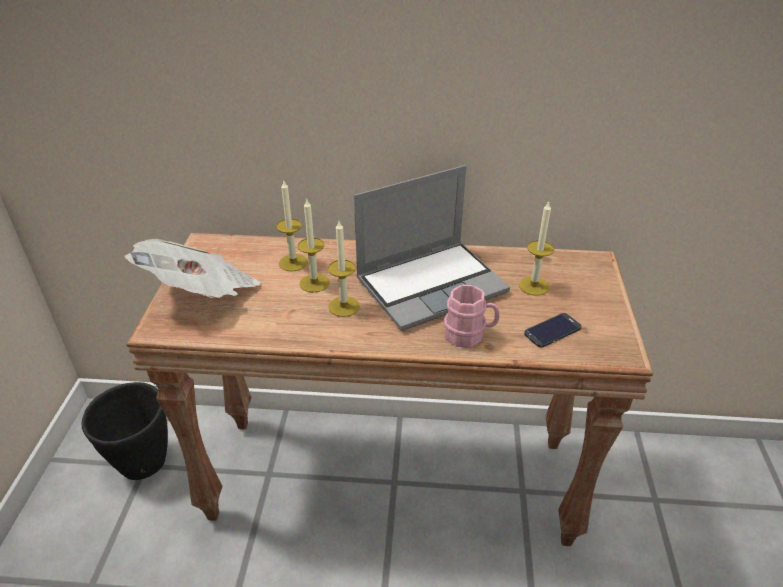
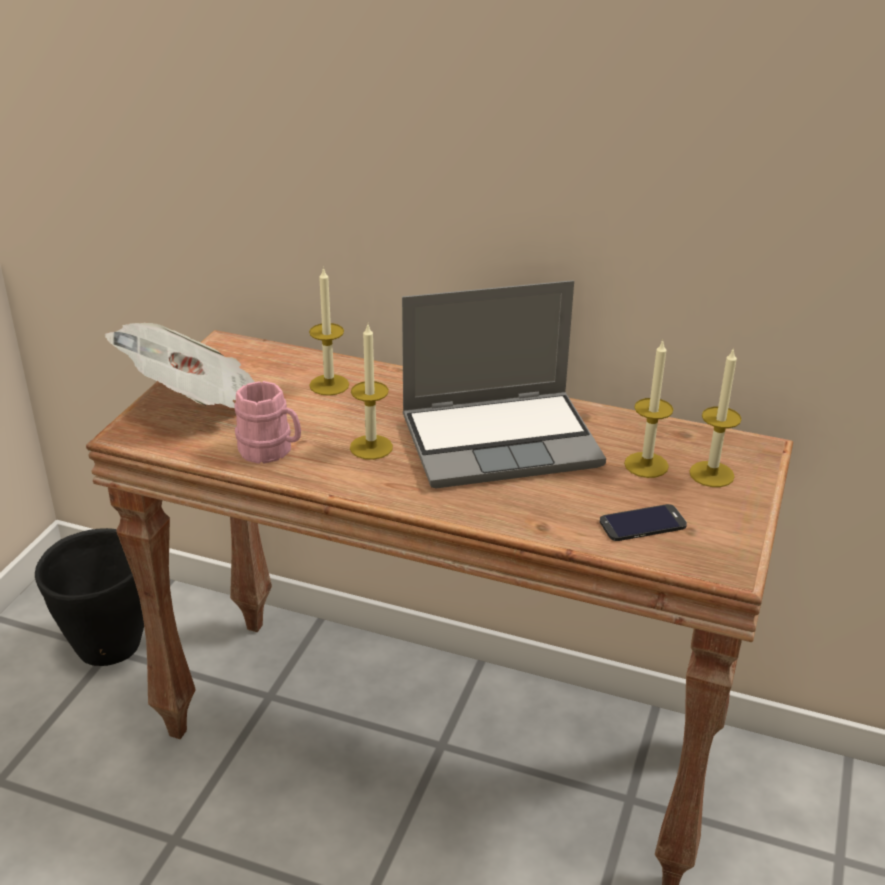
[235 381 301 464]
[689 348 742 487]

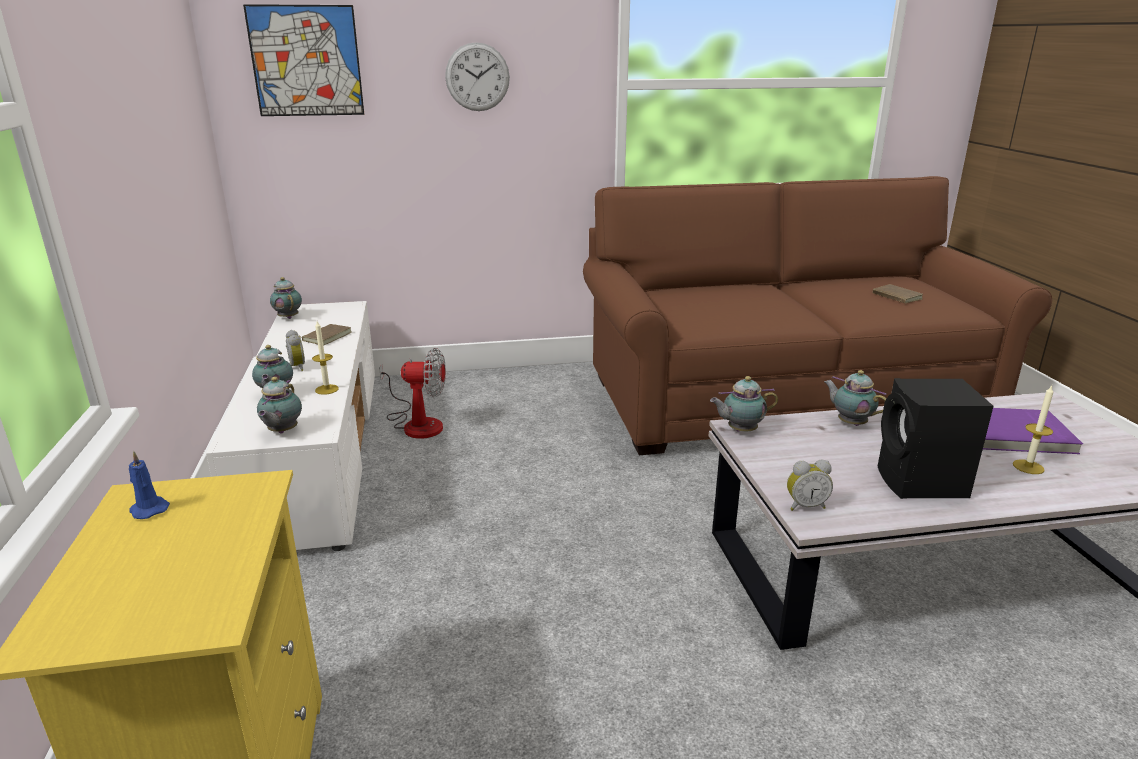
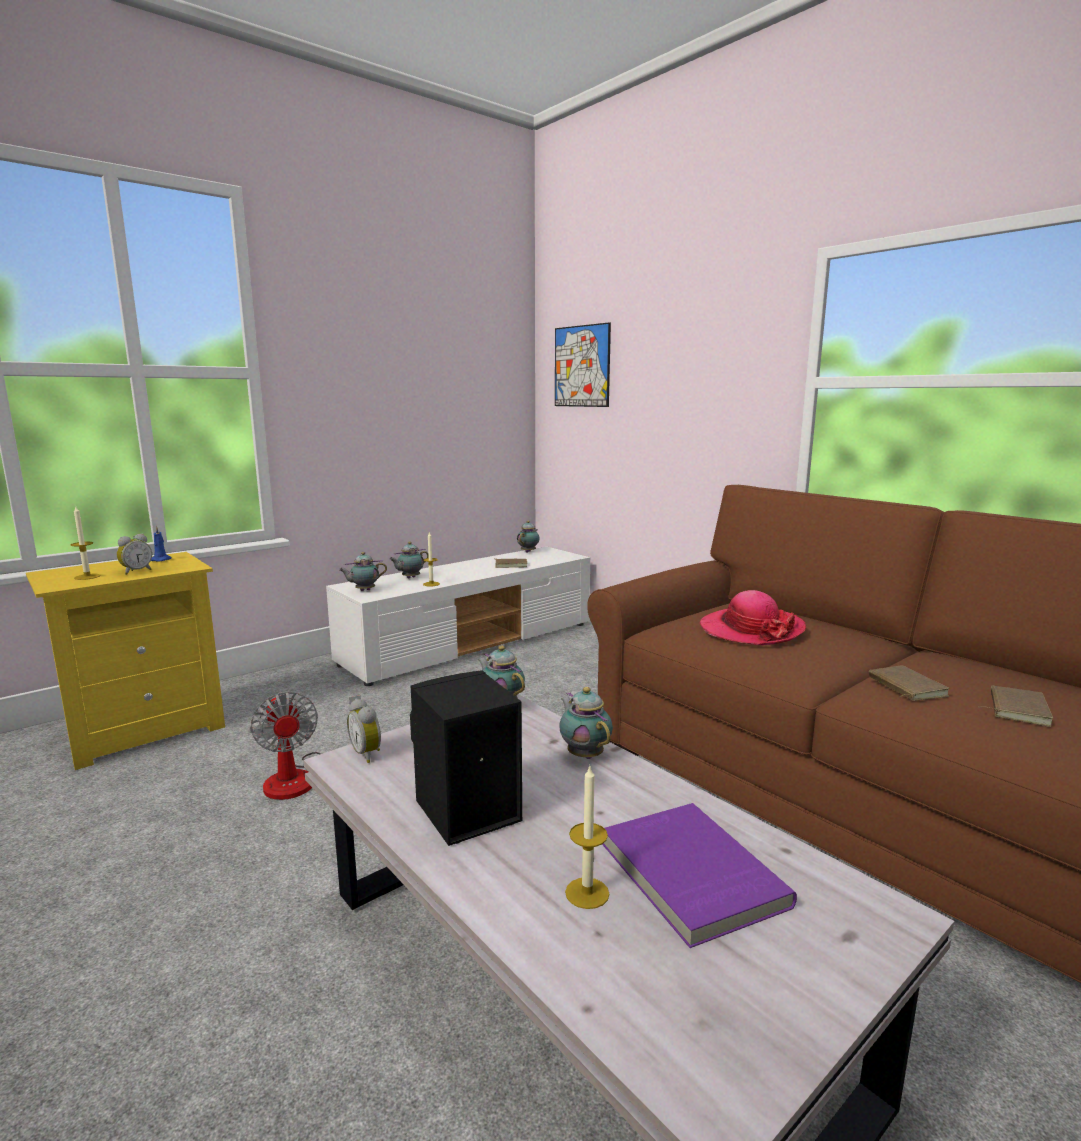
[71 505 101 580]
[117 534 152 575]
[250 692 361 800]
[559 687 613 759]
[700 590 806 645]
[869 665 949 701]
[445 42 510 111] (first image)

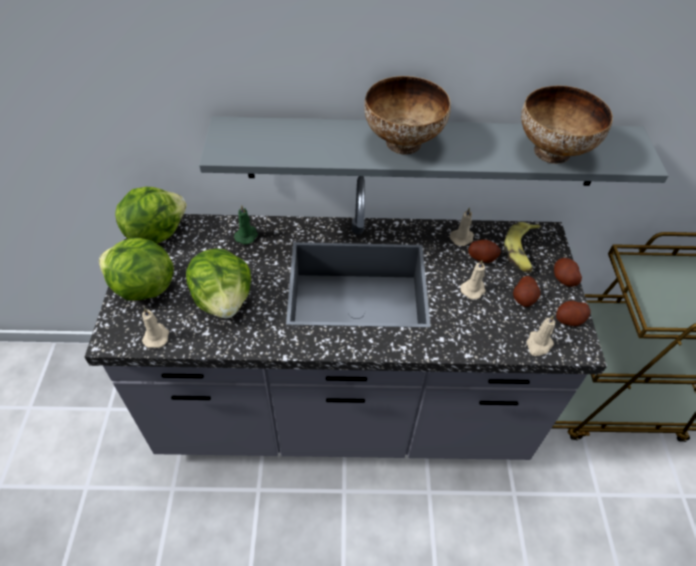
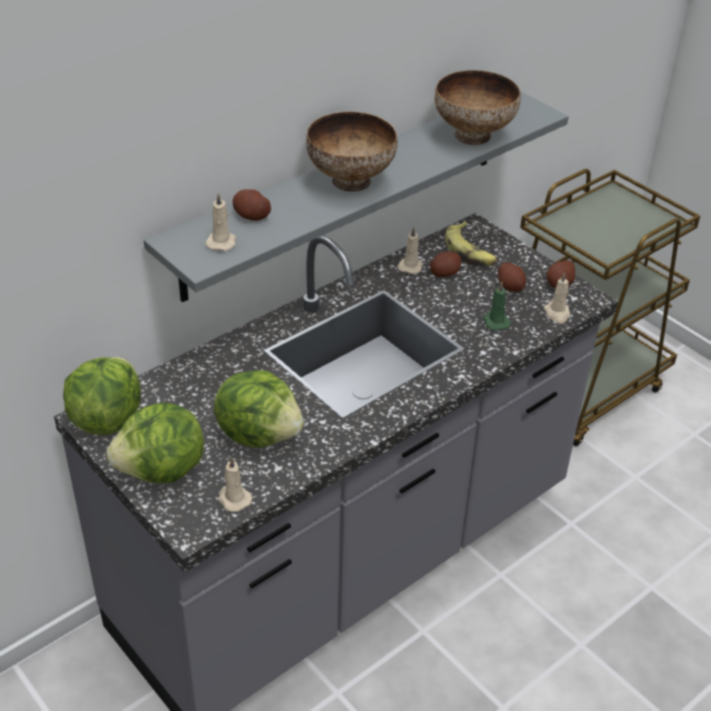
[205 192 236 251]
[232 189 271 221]
[483 282 511 331]

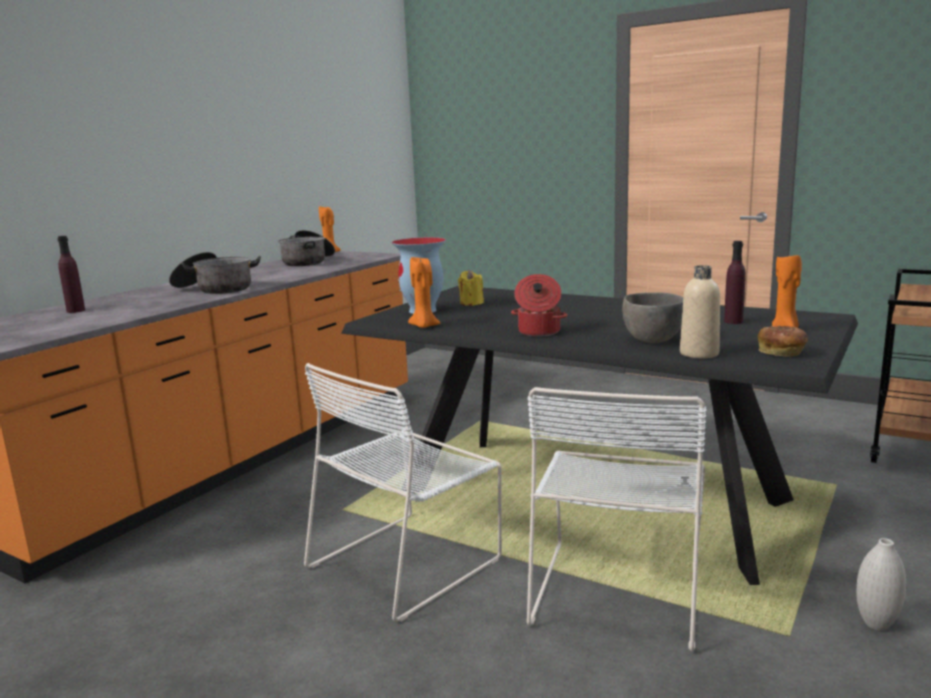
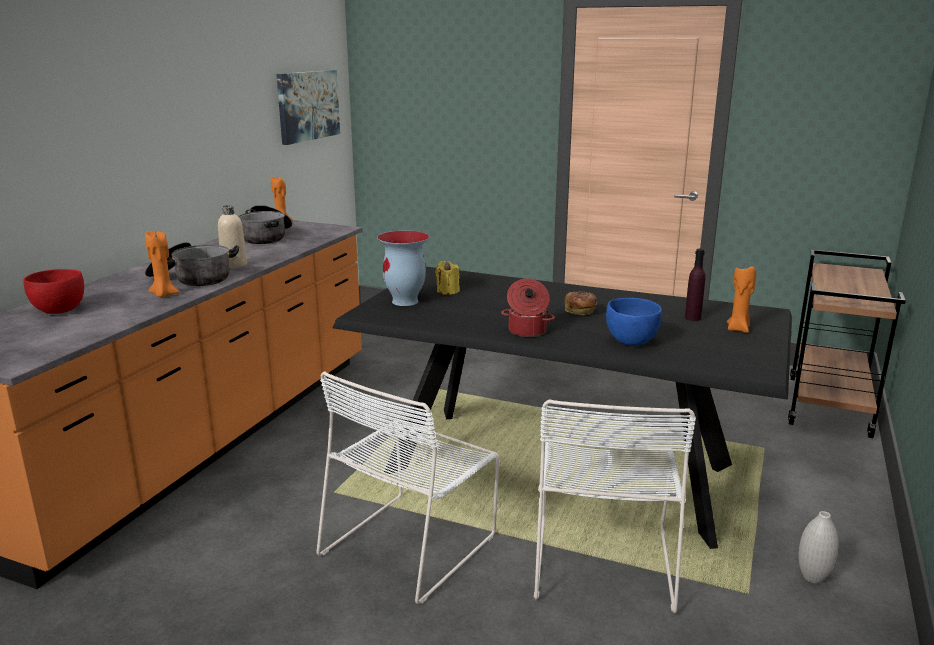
[23 269 84 314]
[145 231 179 297]
[218 205 247 268]
[276 70 340 145]
[565 291 598 315]
[606 298 662 346]

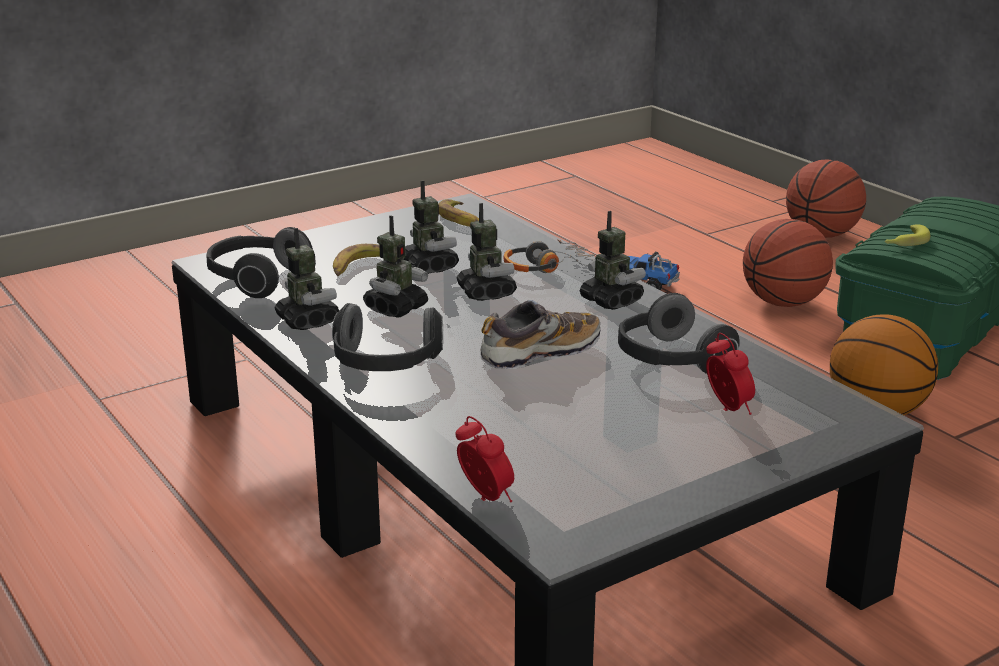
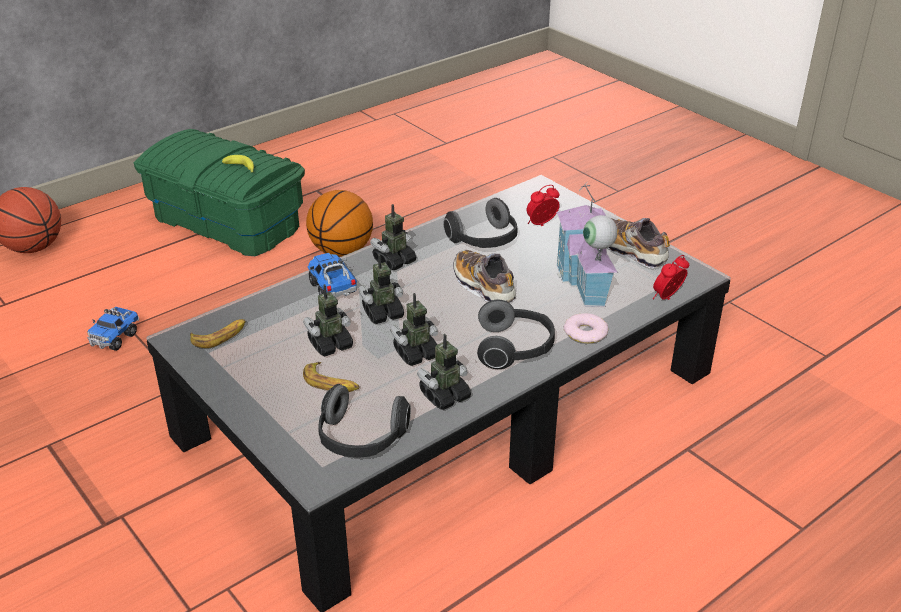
[307 253 357 296]
[390 293 438 366]
[556 182 618 307]
[564 313 609 343]
[607 218 670 268]
[743 219 833 307] (first image)

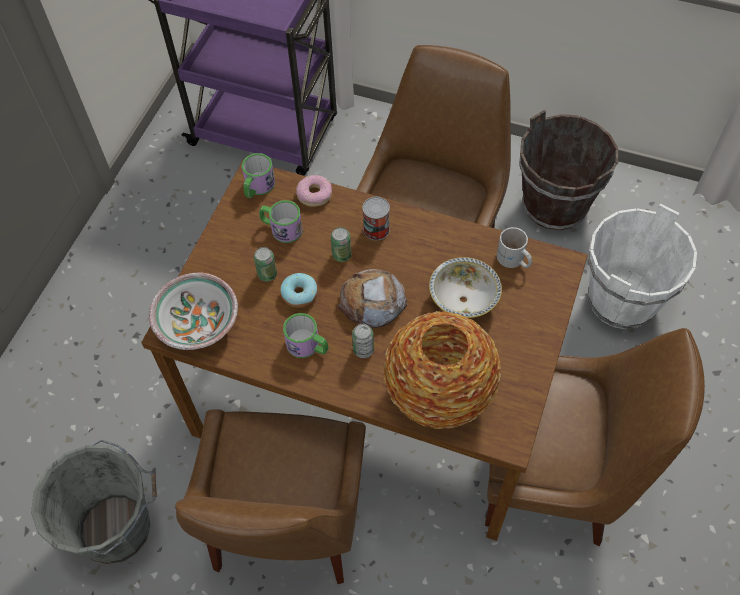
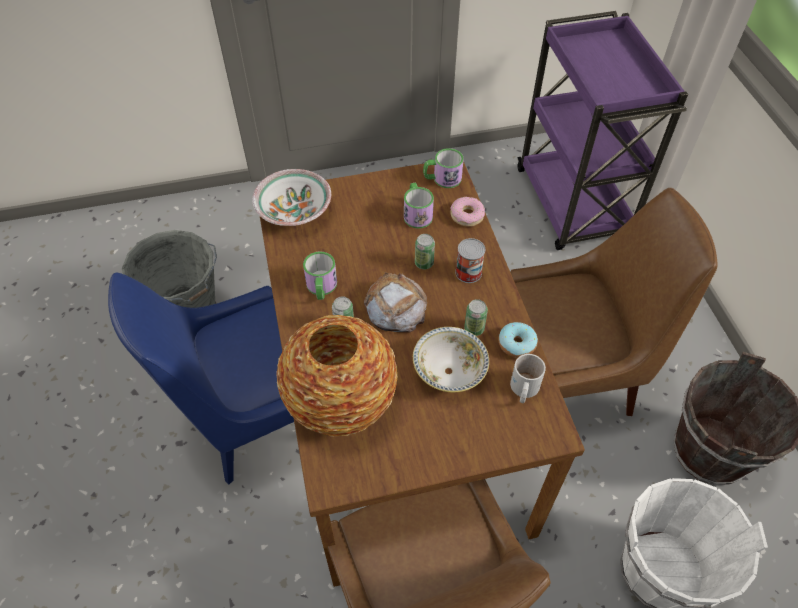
[108 273 294 484]
[464 299 488 336]
[498 322 538 358]

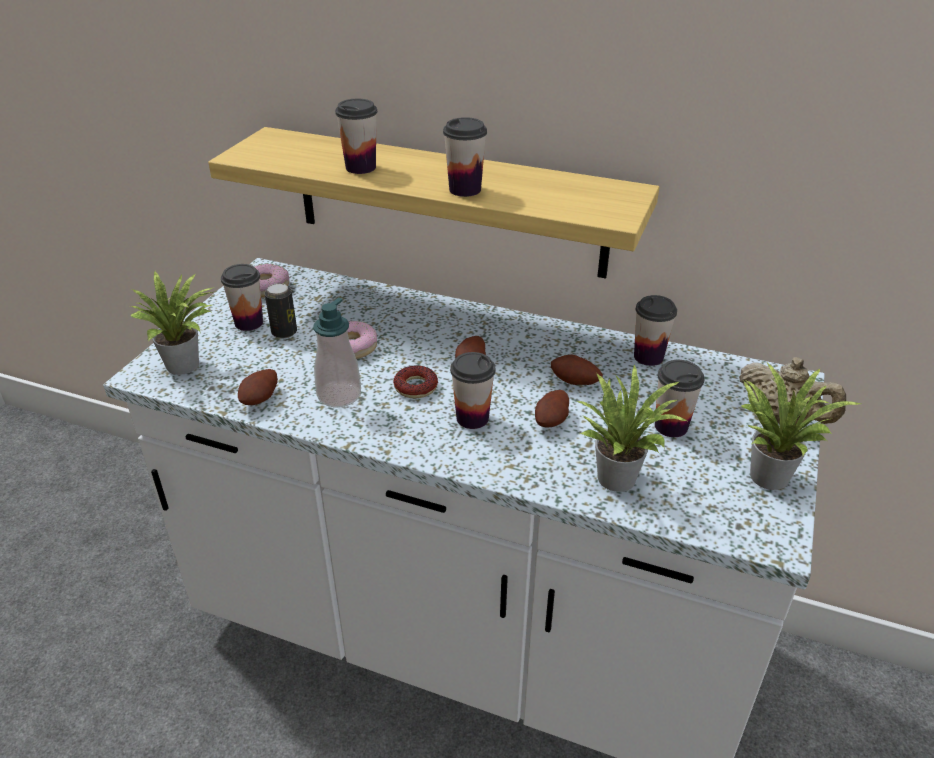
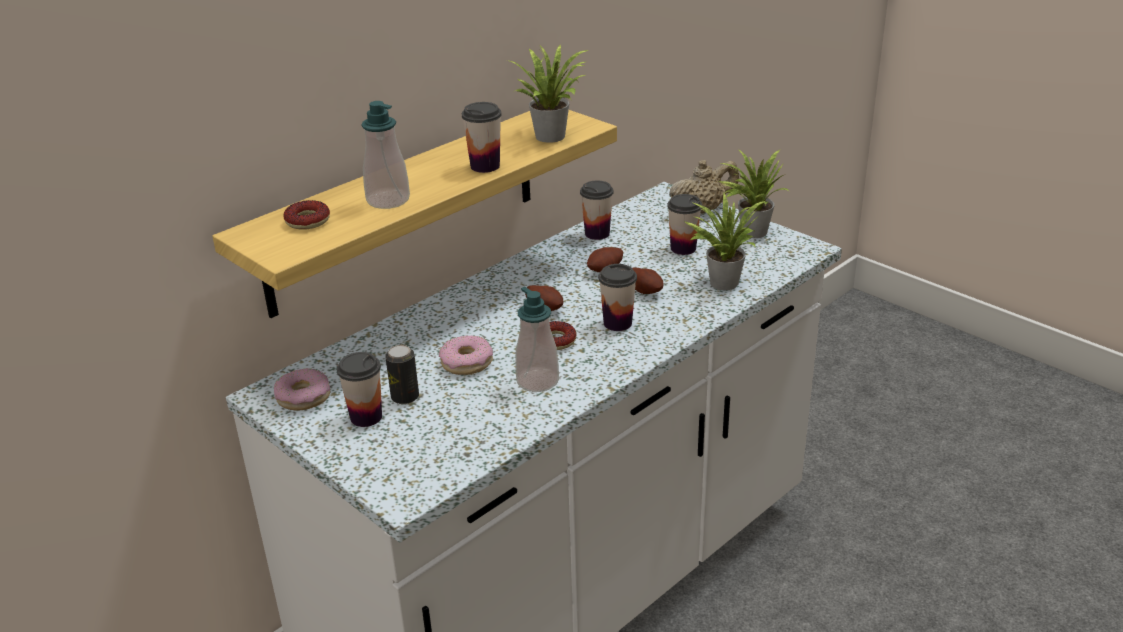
[283 200 330 230]
[361 101 410 209]
[510 45 588 143]
[238 369 278 405] (first image)

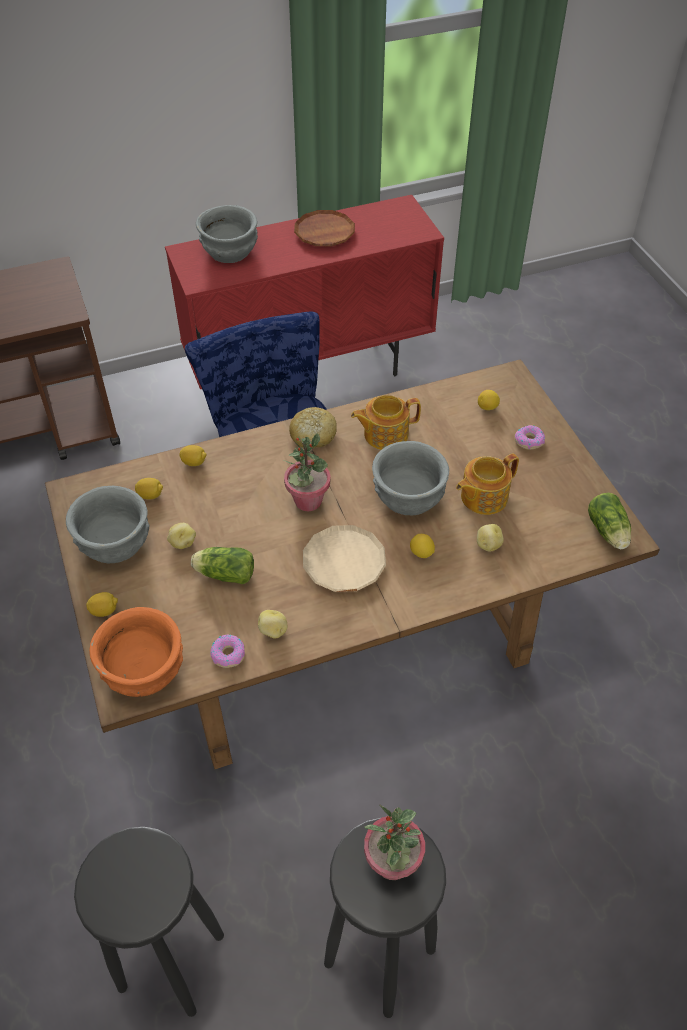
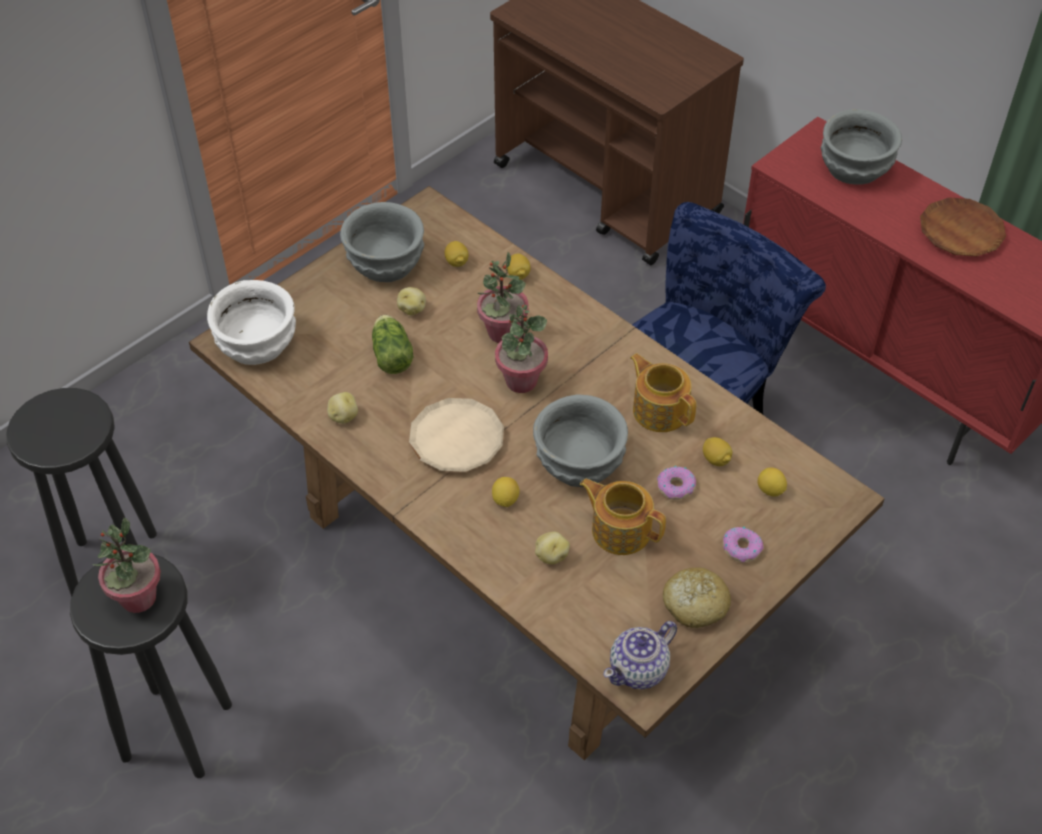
[207 280 296 365]
[477 252 529 343]
[603 621 677 689]
[657 466 696 500]
[663 568 731 628]
[703 437 732 466]

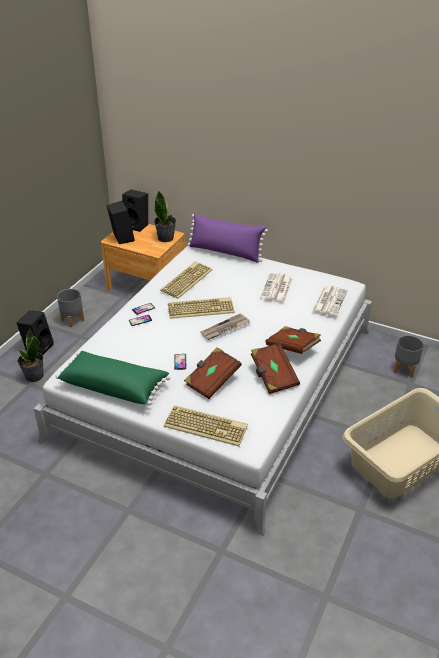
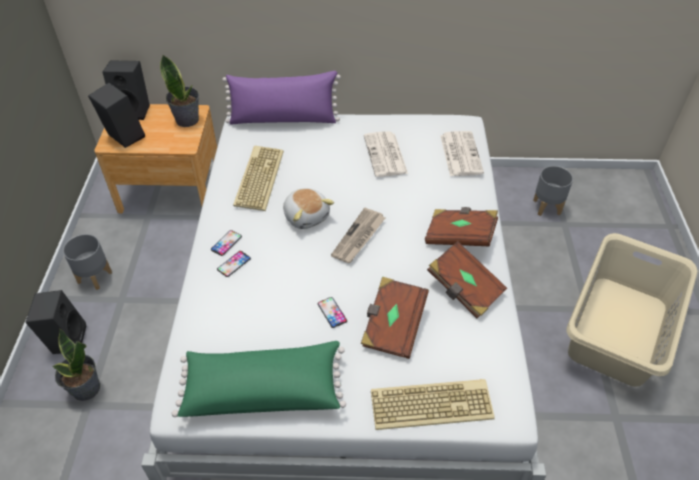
[283 188 334 229]

